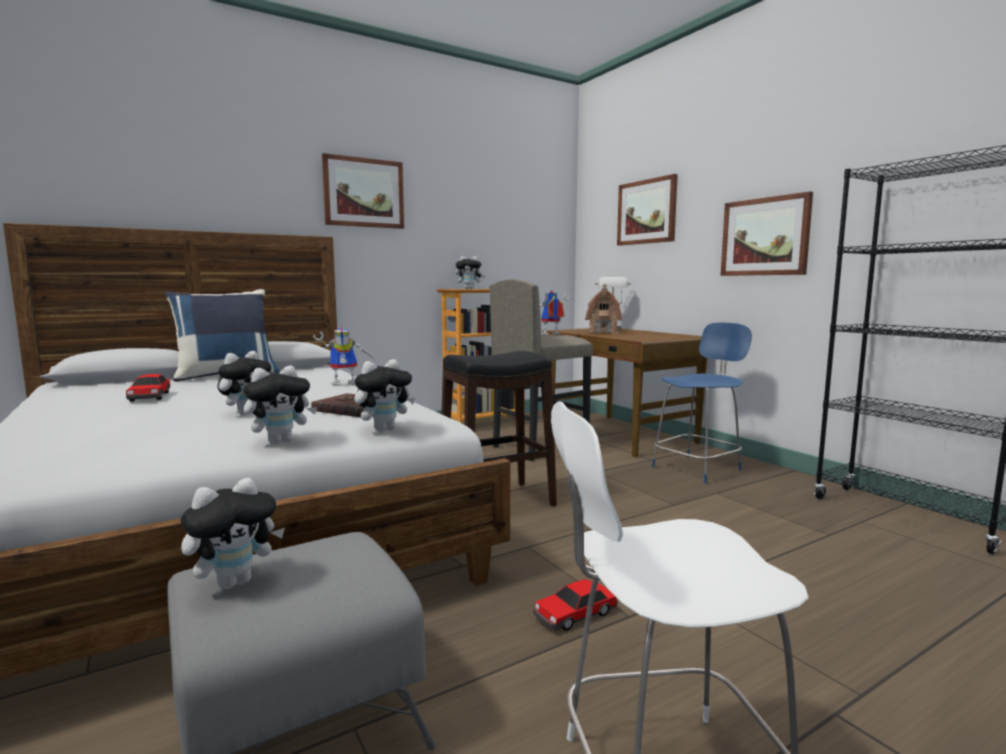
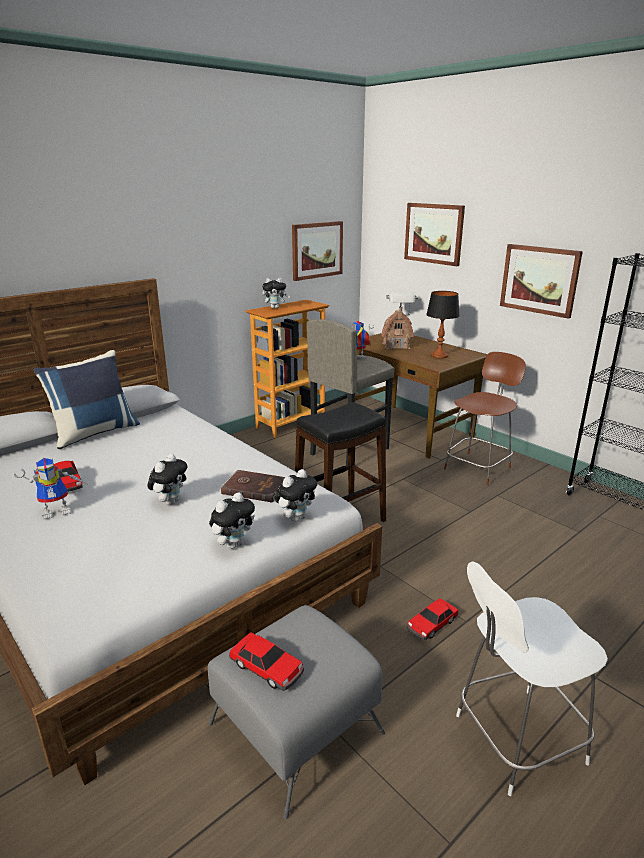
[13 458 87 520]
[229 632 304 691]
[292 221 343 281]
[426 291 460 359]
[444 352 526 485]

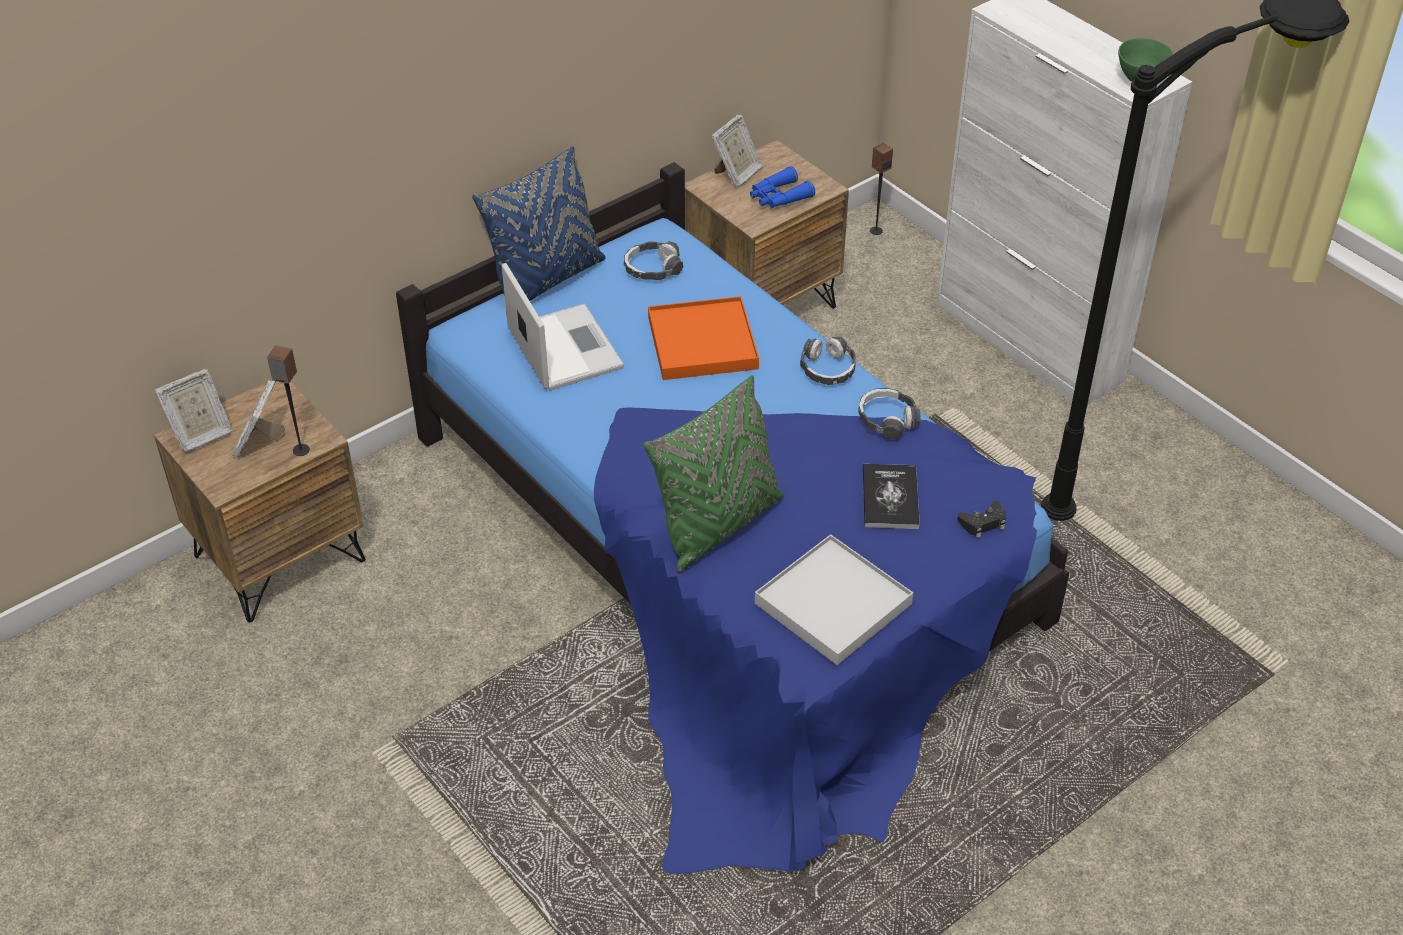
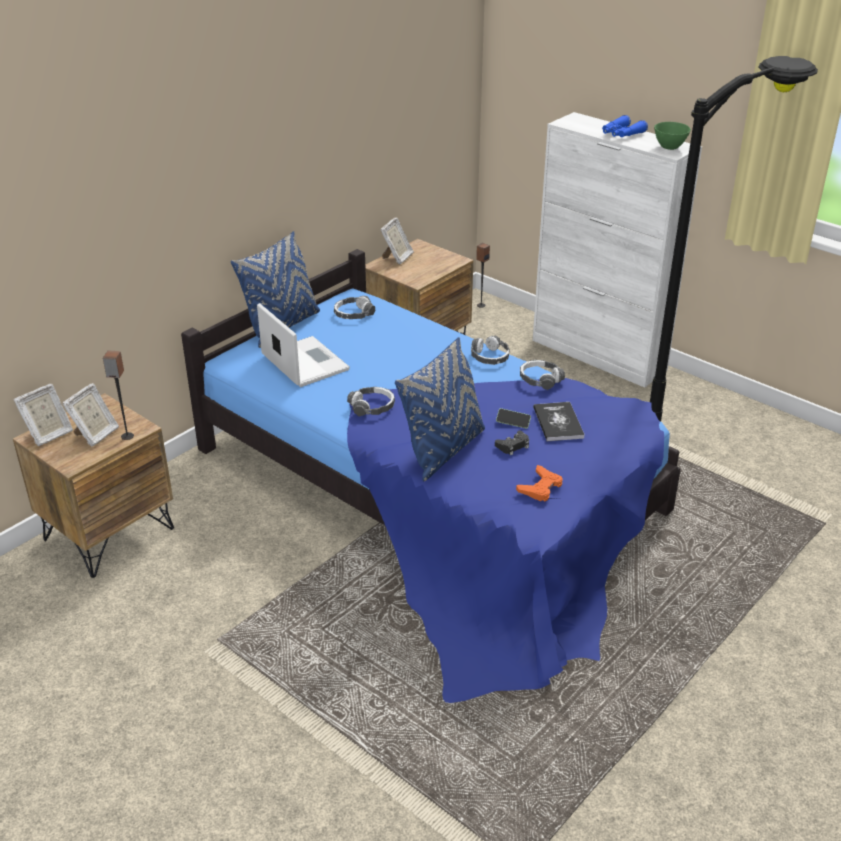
[62 383 119 447]
[347 387 395 416]
[395 337 485 481]
[495 431 529 455]
[496 408 531 429]
[516 465 563 502]
[602 115 648 137]
[648 296 759 380] (first image)

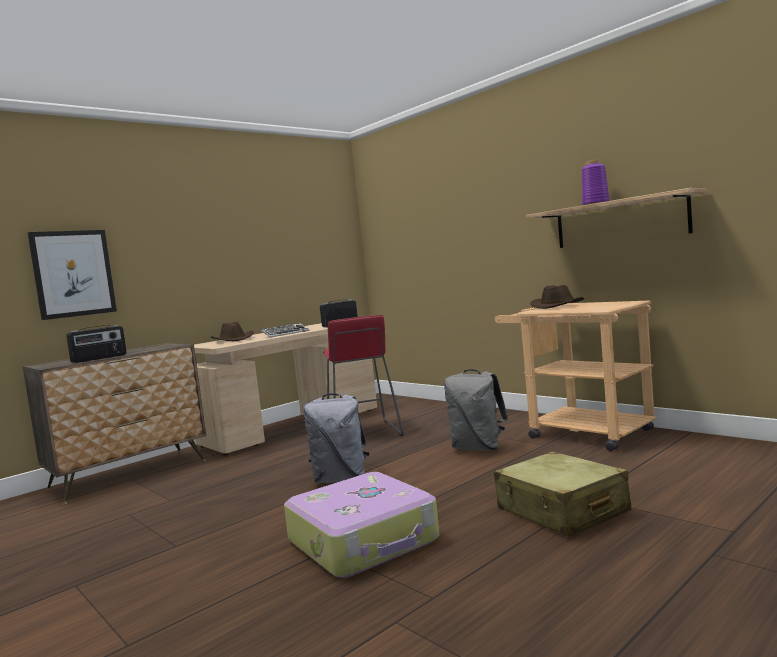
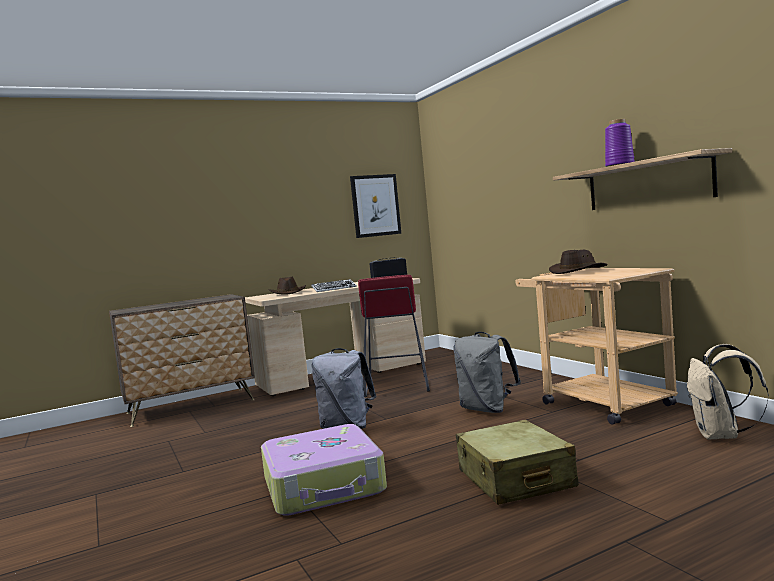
[350 174 401 238]
[687 344 769 439]
[66 325 127 363] (first image)

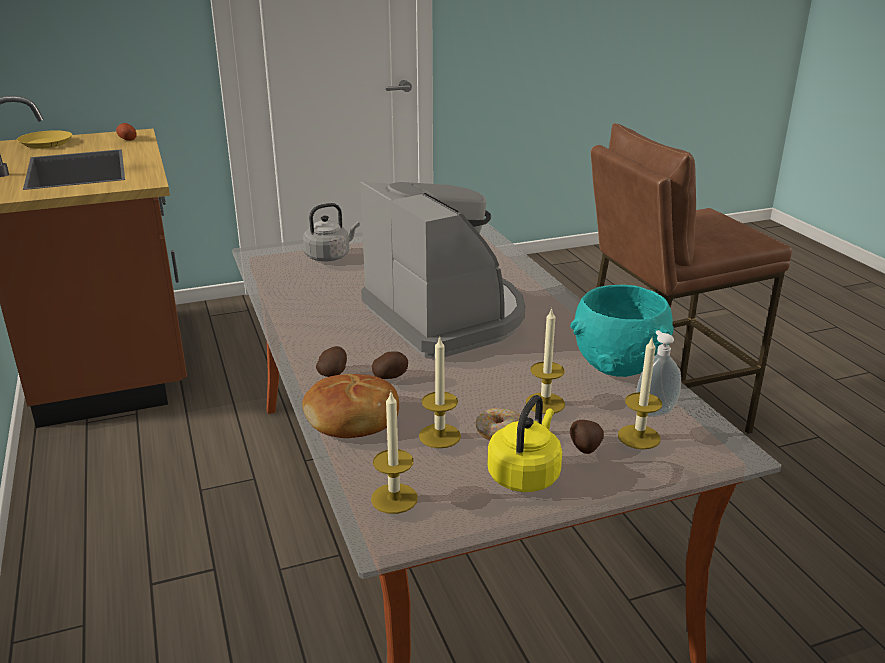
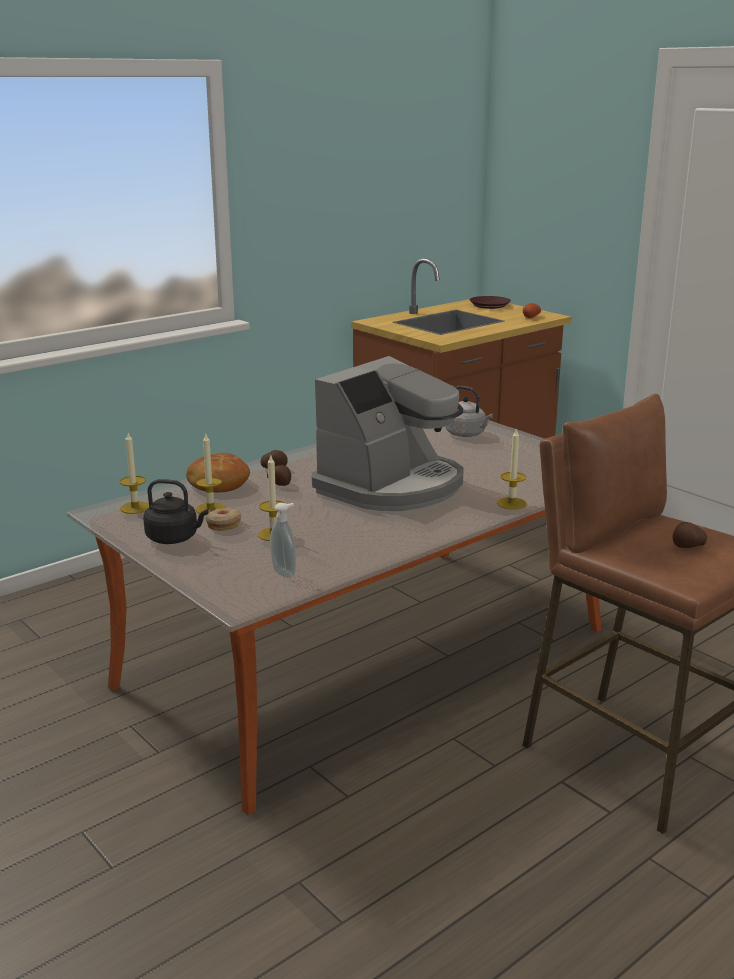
[143 479 208 544]
[470 296 511 309]
[497 428 527 510]
[673 522 707 548]
[570 285 674 377] (first image)

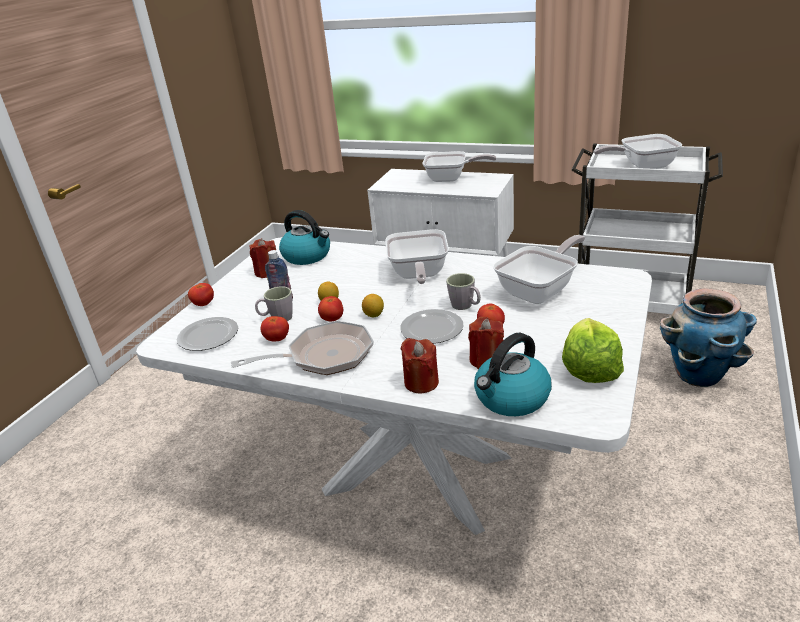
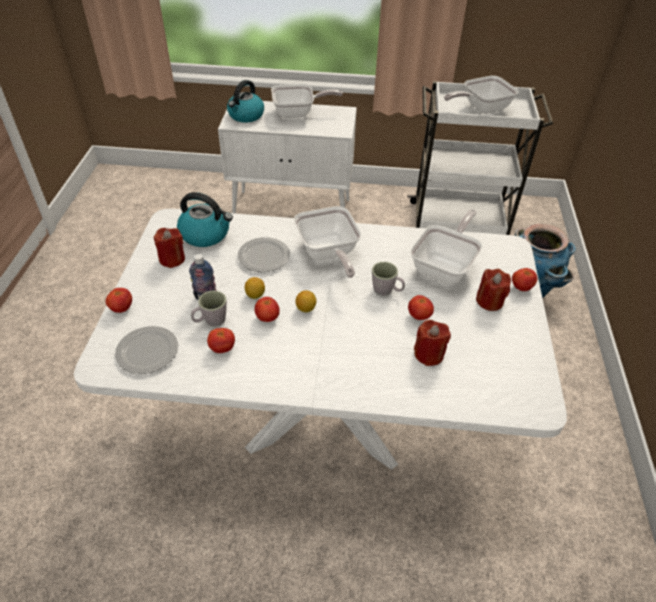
[227 80 264 123]
[237 237 290 272]
[476 268 511 311]
[512 268 537 291]
[231 321 374 375] (first image)
[562 318 624 383] (first image)

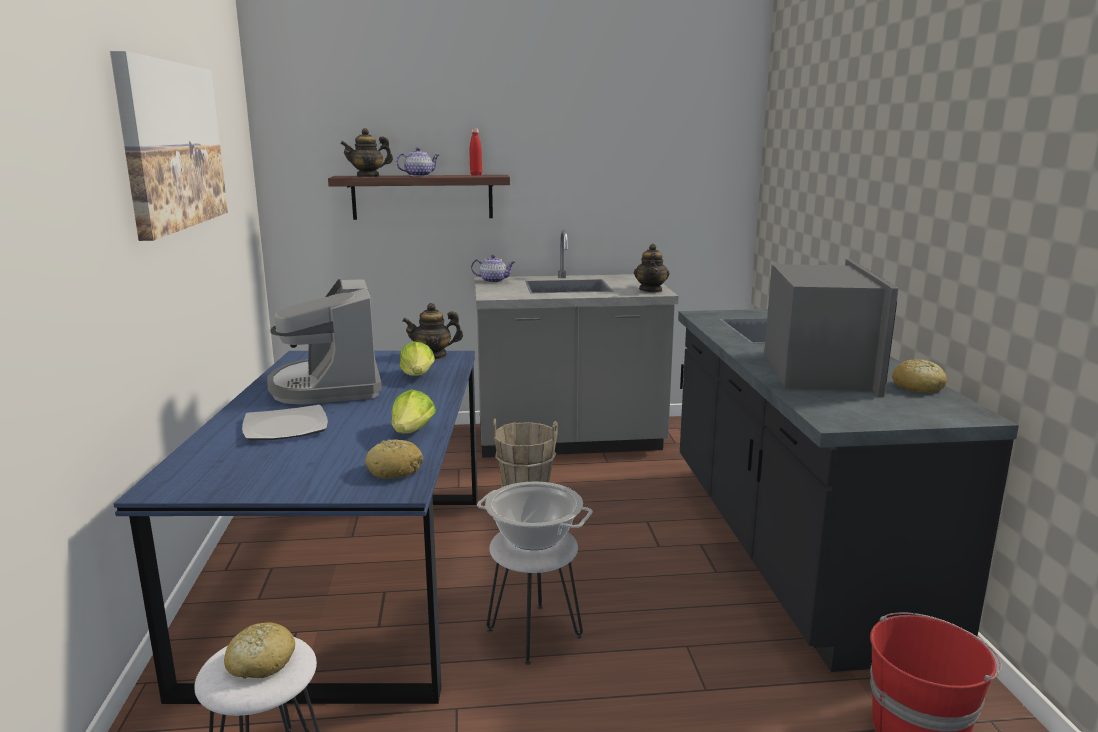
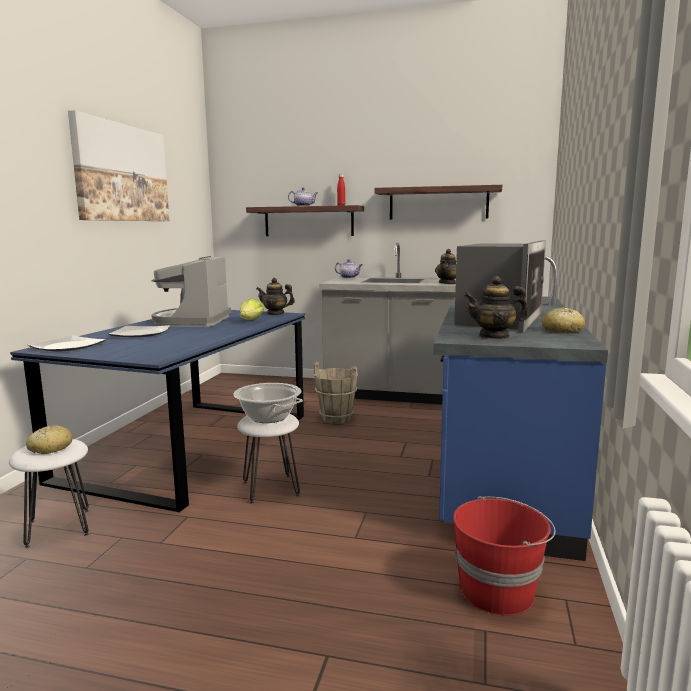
[27 335 106 351]
[375 185 502 220]
[433 256 608 561]
[464 276 529 339]
[365 440 424 479] (first image)
[391 389 436 433] (first image)

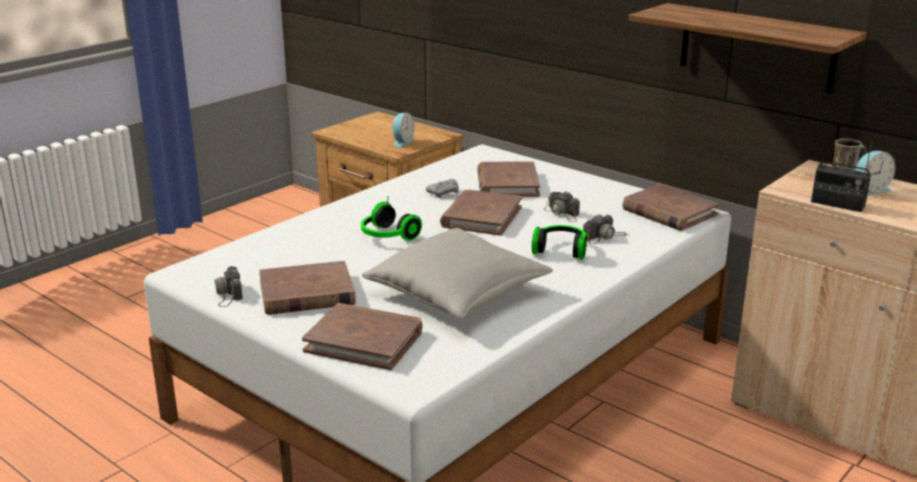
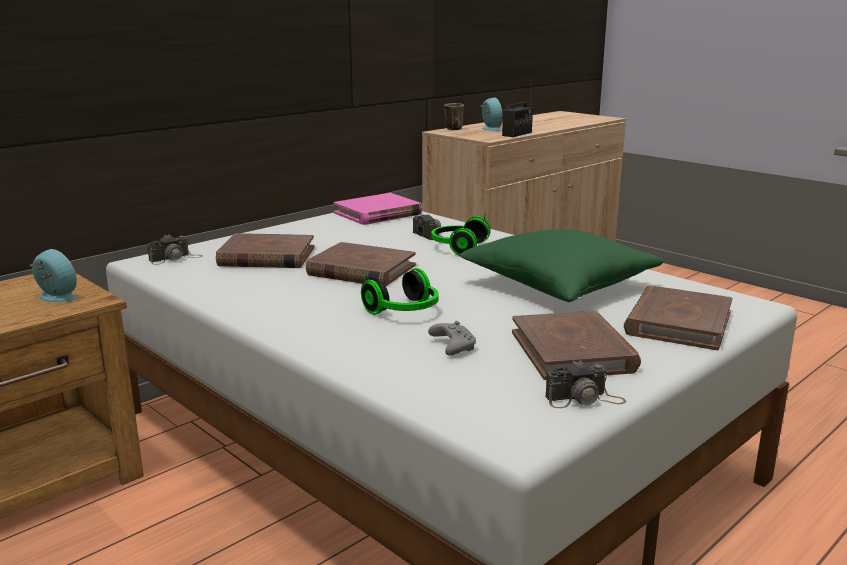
[147 235 202 265]
[333 193 422 225]
[428 321 476 356]
[459 229 663 302]
[628 3 867 93] (first image)

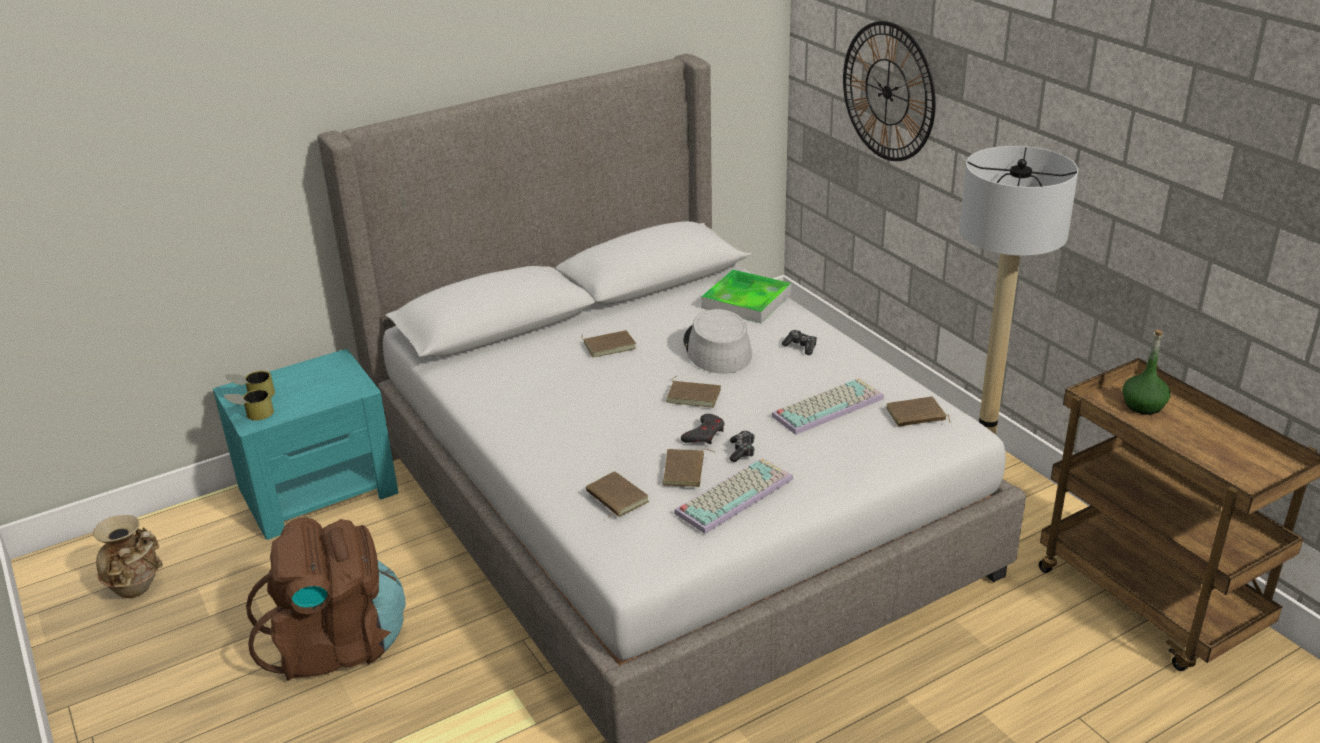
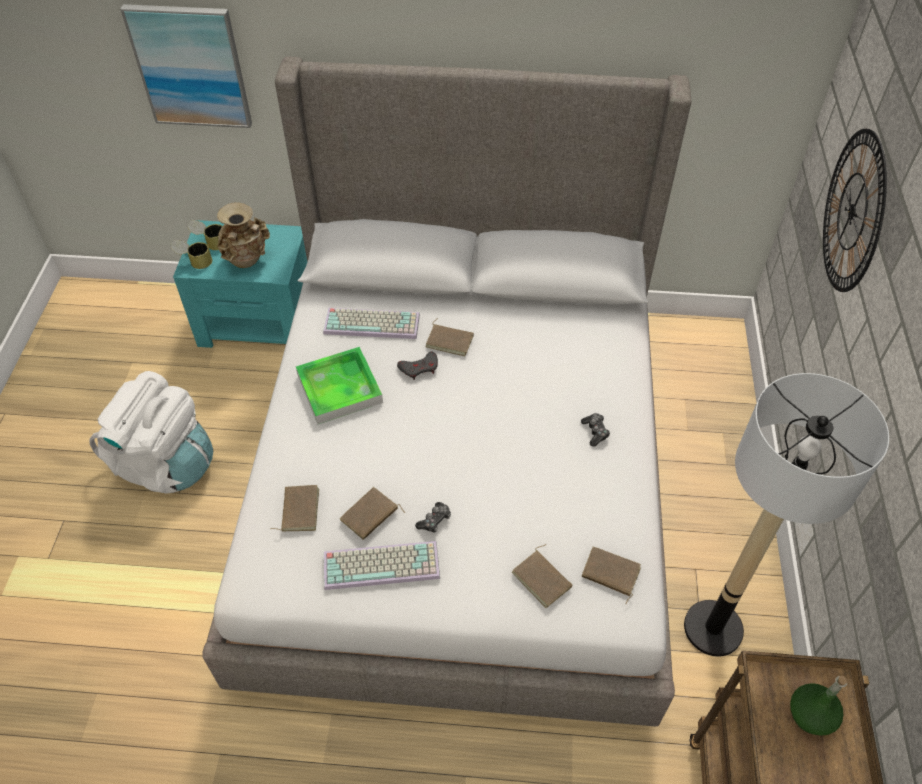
[90 371 213 494]
[120 4 252 128]
[217 202 270 268]
[296 347 383 425]
[323 308 420 339]
[397 352 438 380]
[512 544 572 608]
[683 309 752 374] (first image)

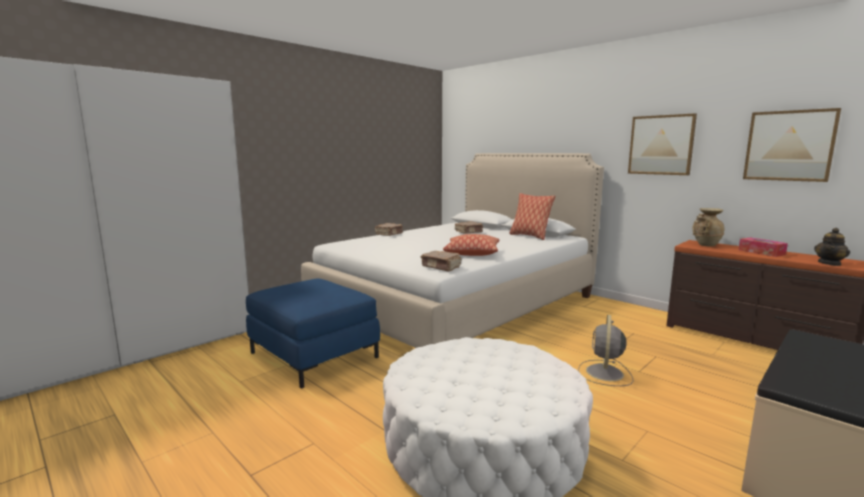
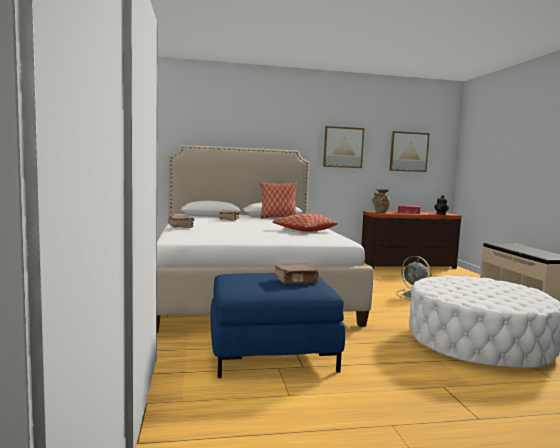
[274 263 319 284]

